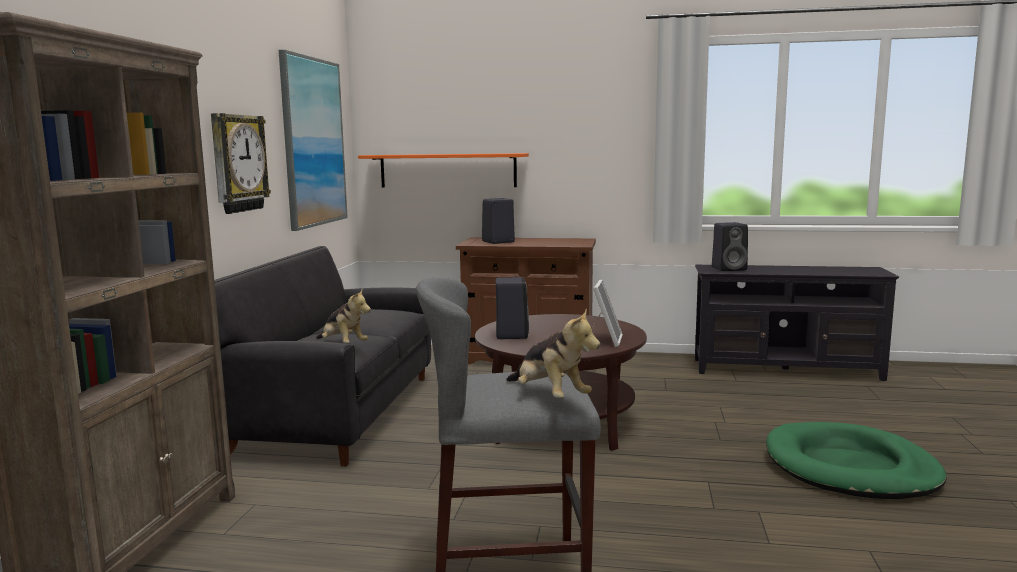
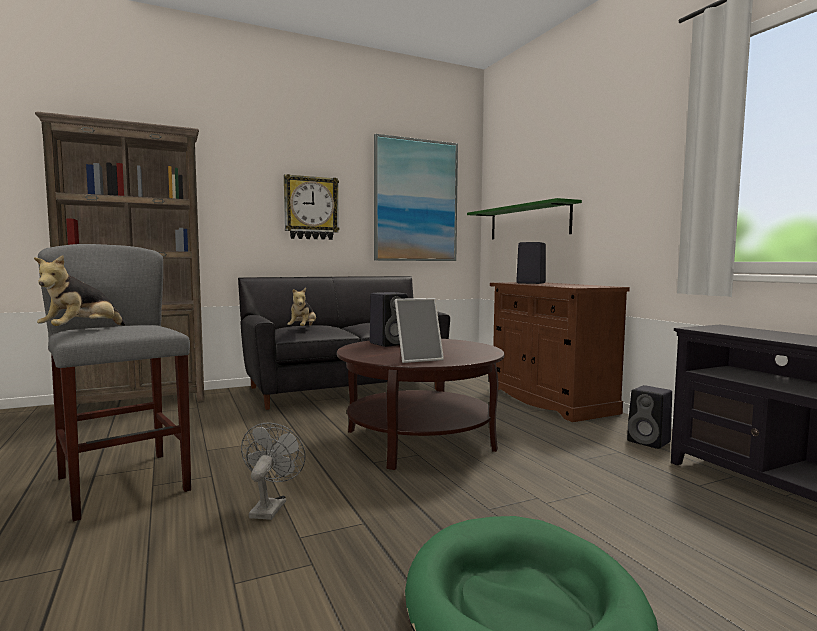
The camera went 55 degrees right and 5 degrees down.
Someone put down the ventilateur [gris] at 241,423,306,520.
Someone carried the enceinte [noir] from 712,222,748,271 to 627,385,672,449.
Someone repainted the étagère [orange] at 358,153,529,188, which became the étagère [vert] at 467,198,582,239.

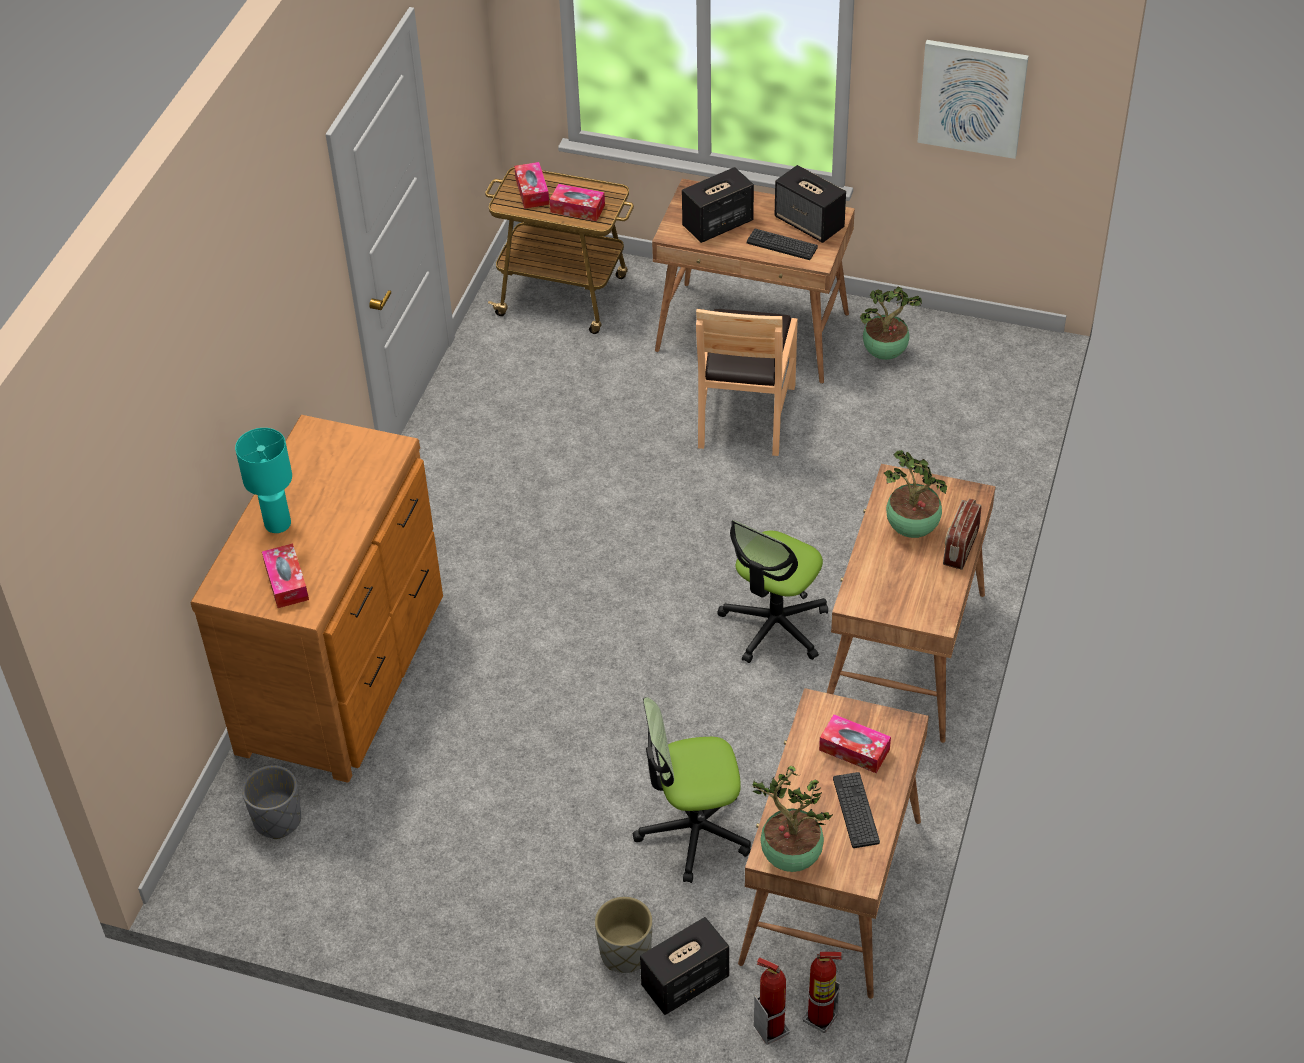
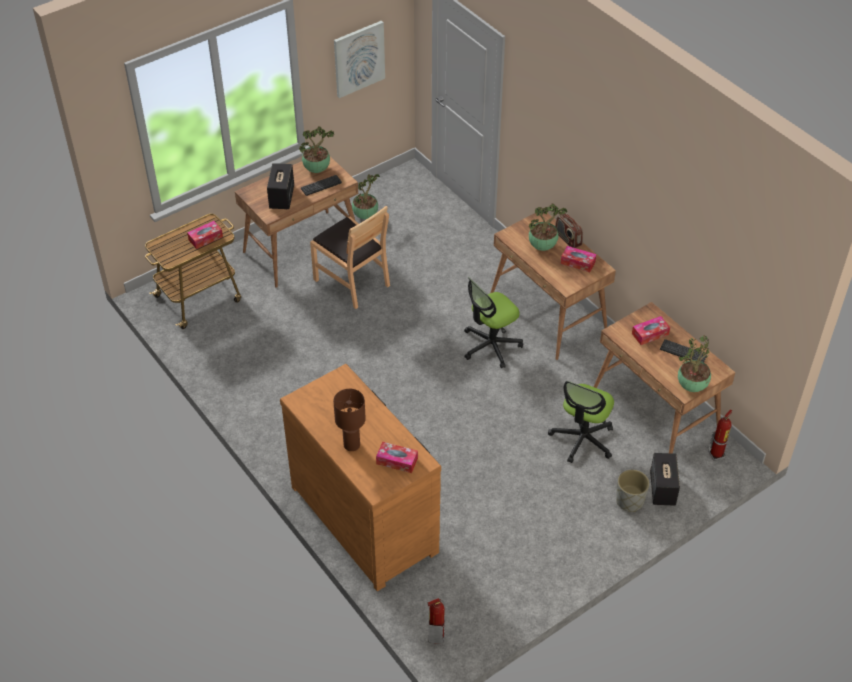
The camera went 55 degrees left and 0 degrees up.
Someone took away the cache-pot [gris] at 242,765,301,839.
Someone carried the boîte à mouchoirs from 514,162,549,209 to 561,246,596,272.
Someone carried the extincteur from 754,957,790,1045 to 427,598,445,644.
Someone swapped the enceinte at 775,165,846,243 for the plante en pot at 299,126,334,173.
Someone repainted the lampe de table [turquoise] at 235,428,292,533, which became the lampe de table [marron] at 333,389,366,451.
Someone rotated the chaise de bureau at 717,520,828,663 by 75 degrees clockwise.

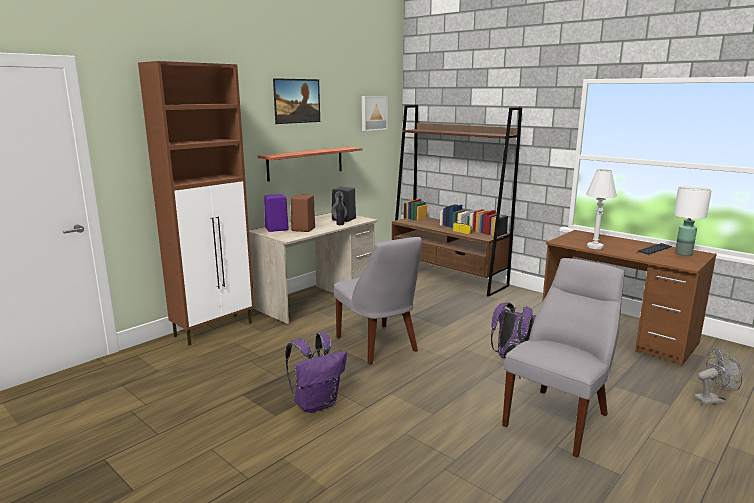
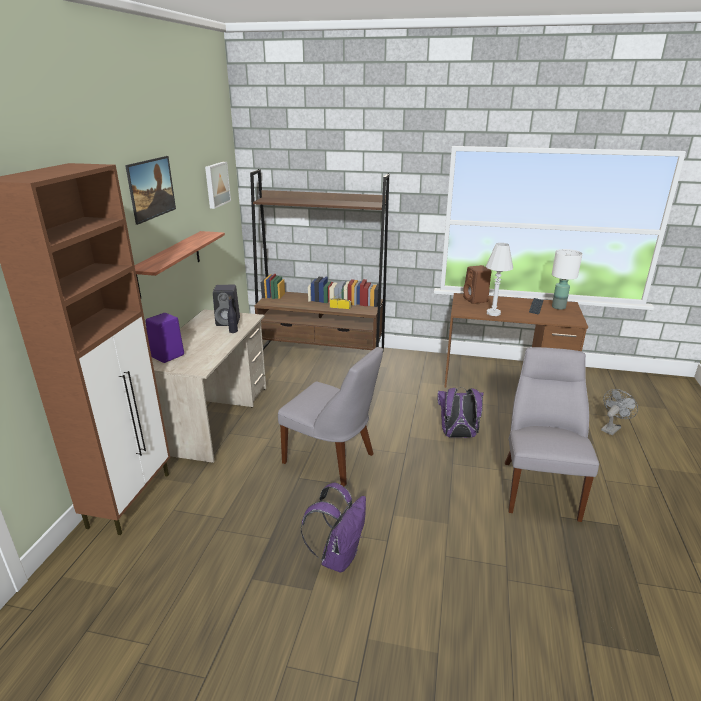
The camera went 30 degrees left and 10 degrees up.
Someone carried the enceinte [marron] from 290,194,315,232 to 463,265,491,304.

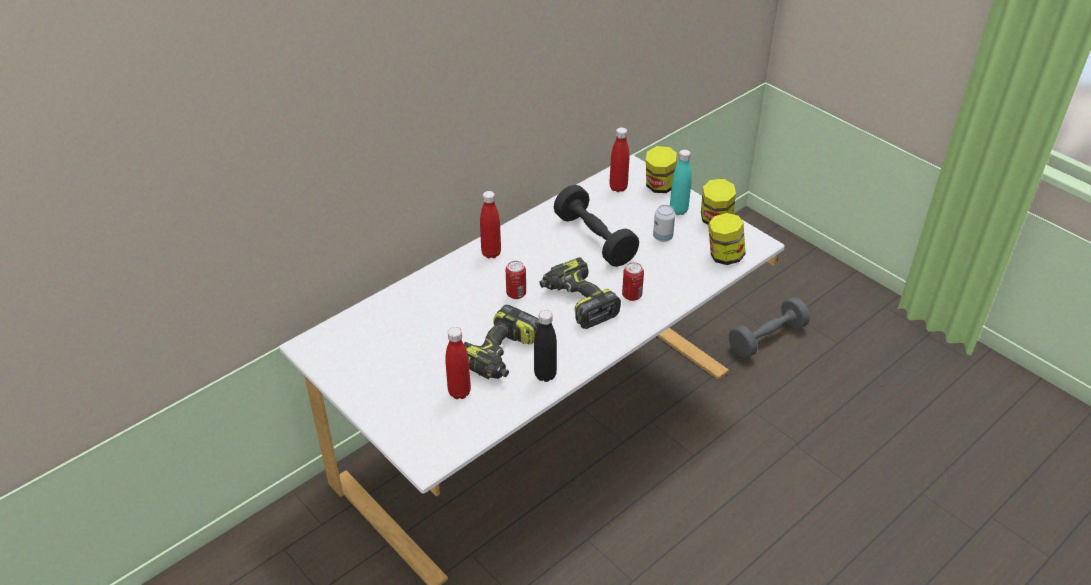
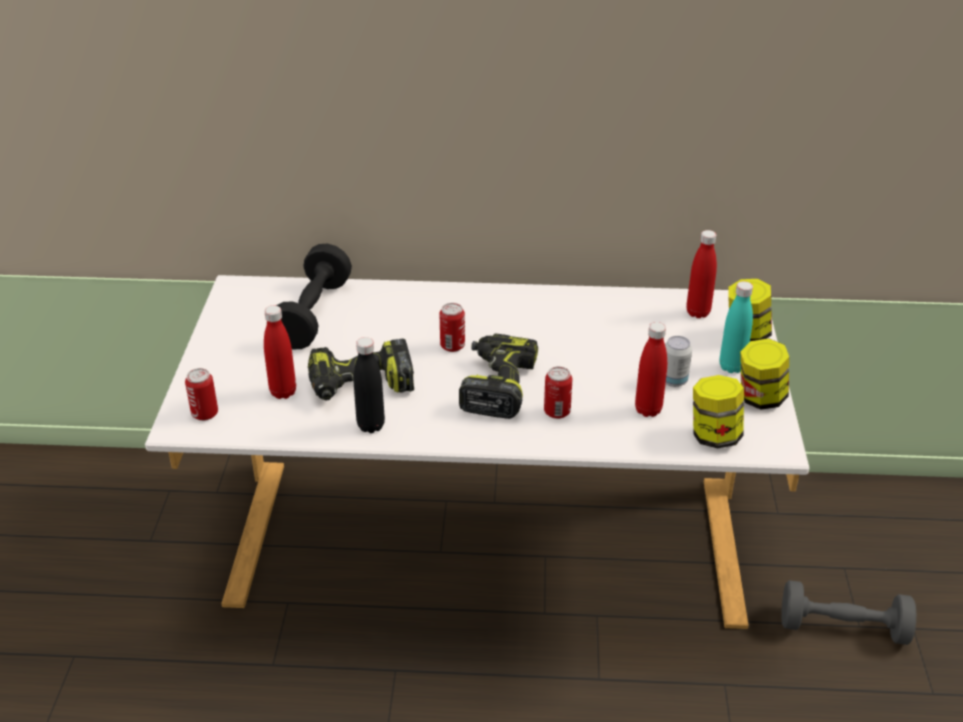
The camera went 45 degrees right and 5 degrees down.
Someone put down the boîte métallique at 185,368,218,421.
Someone carried the bouteille [rouge] from 480,191,501,258 to 635,322,667,417.
Someone carried the haltère [noir] from 554,185,639,267 to 276,244,352,349.

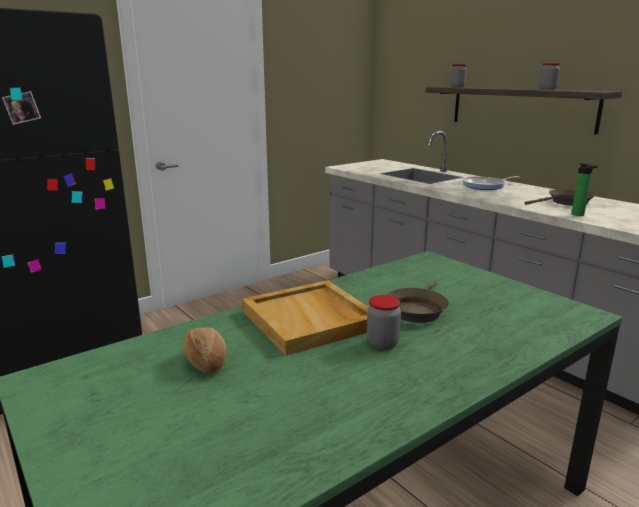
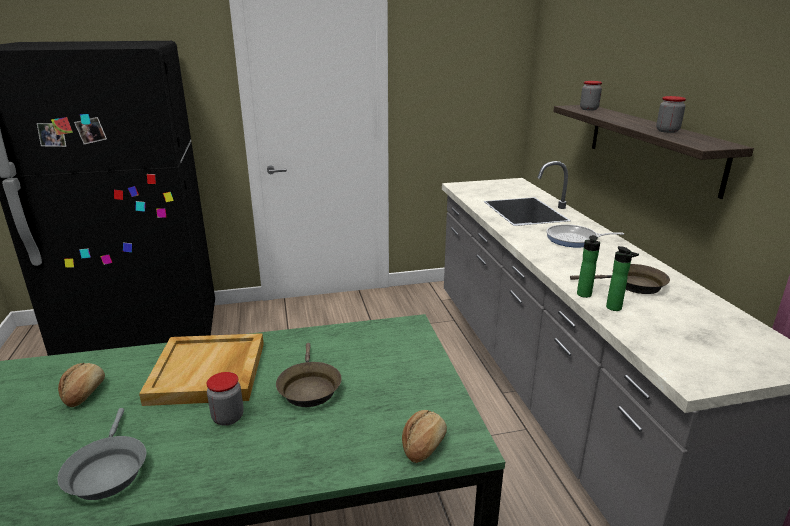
The camera went 25 degrees right and 5 degrees up.
Someone put down the poêle [gris] at 57,408,146,500.
Someone put down the pain at 402,410,447,463.
Someone put down the bouteille at 577,235,600,298.
Someone rotated the poêle [marron] at 387,280,449,323 by 60 degrees counterclockwise.

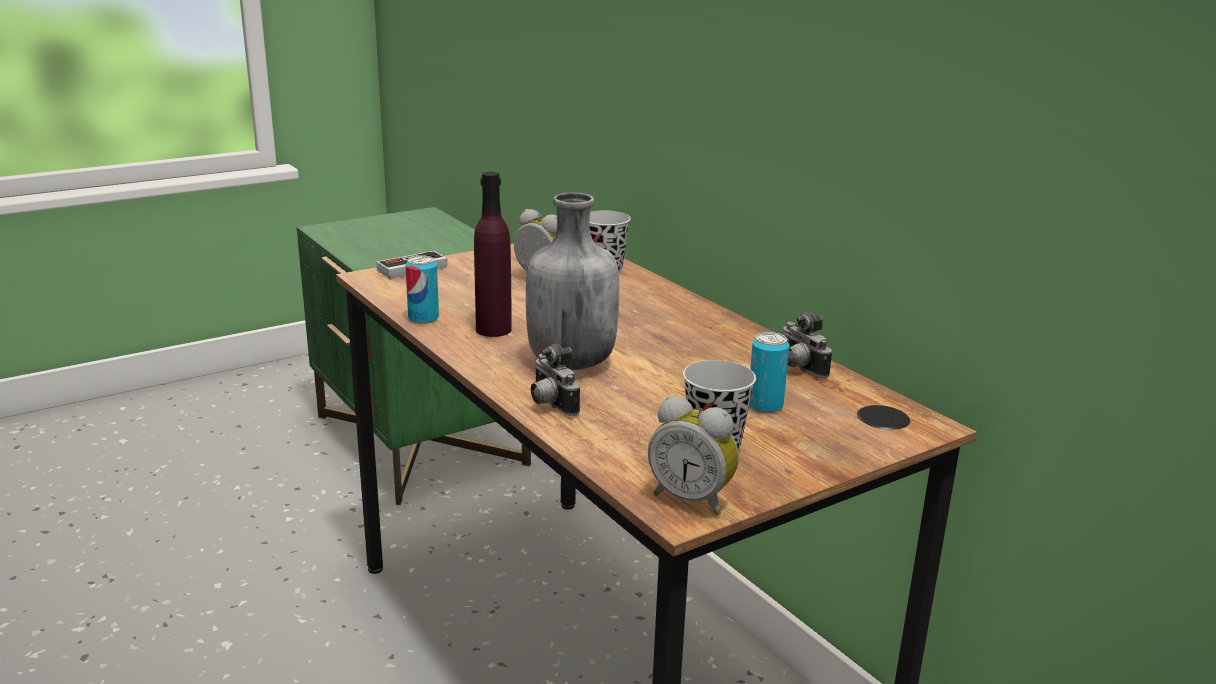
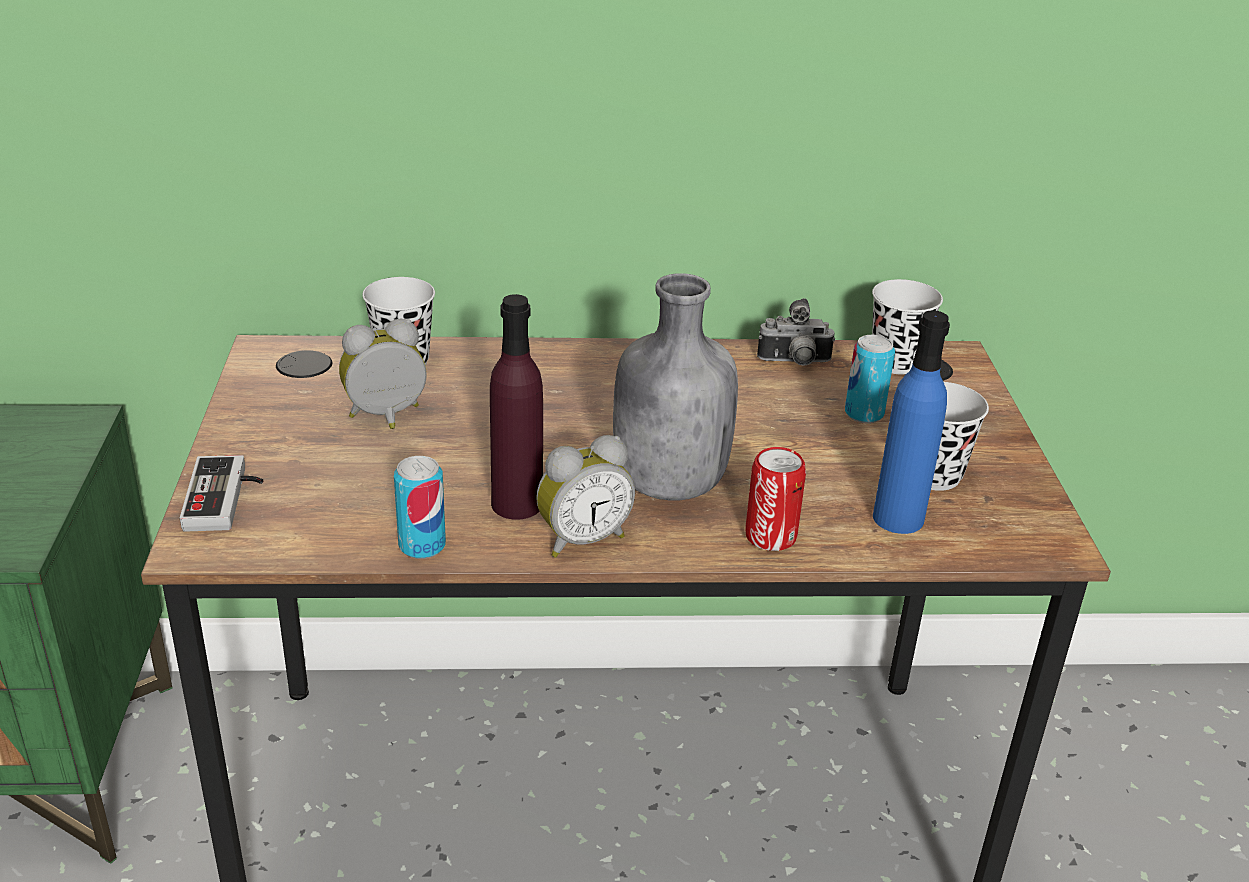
The camera went 60 degrees left and 10 degrees up.
Someone put down the tasse [noir] at 872,279,943,374.
Someone put down the bouteille [bleu] at 873,310,950,534.
Someone carried the réveil from 648,396,739,516 to 536,435,635,558.
Someone swapped the appareil photo at 531,344,580,416 for the boîte métallique at 745,447,806,551.

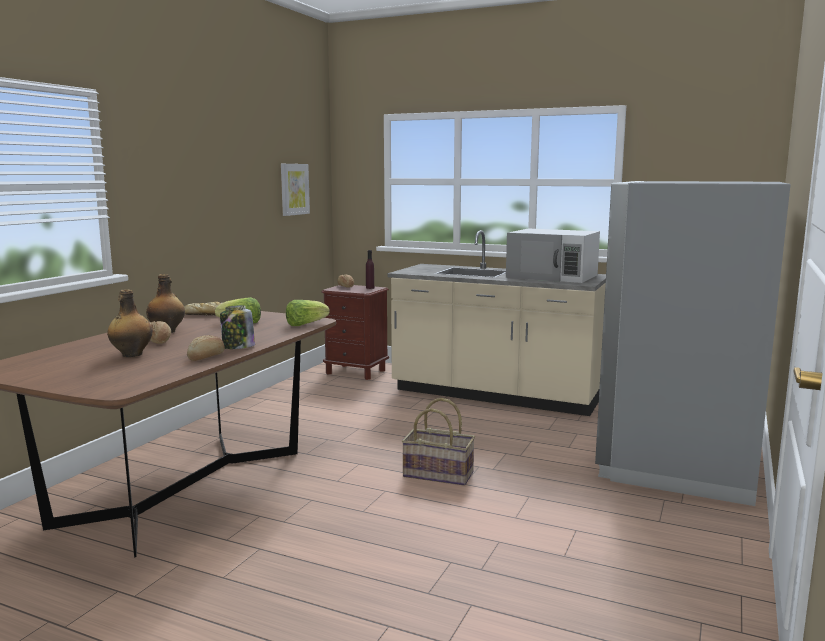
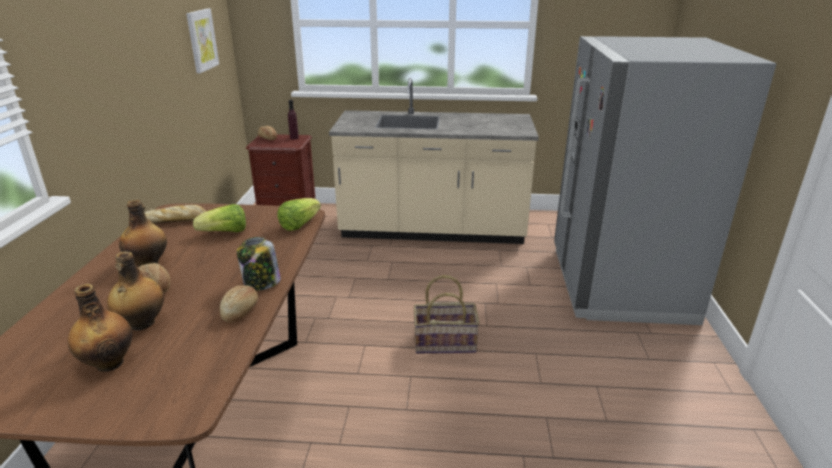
The camera went 20 degrees left and 15 degrees up.
Someone took away the micro-ondes [blanc] at 506,228,600,283.
Someone put down the bouteille at 68,284,132,372.

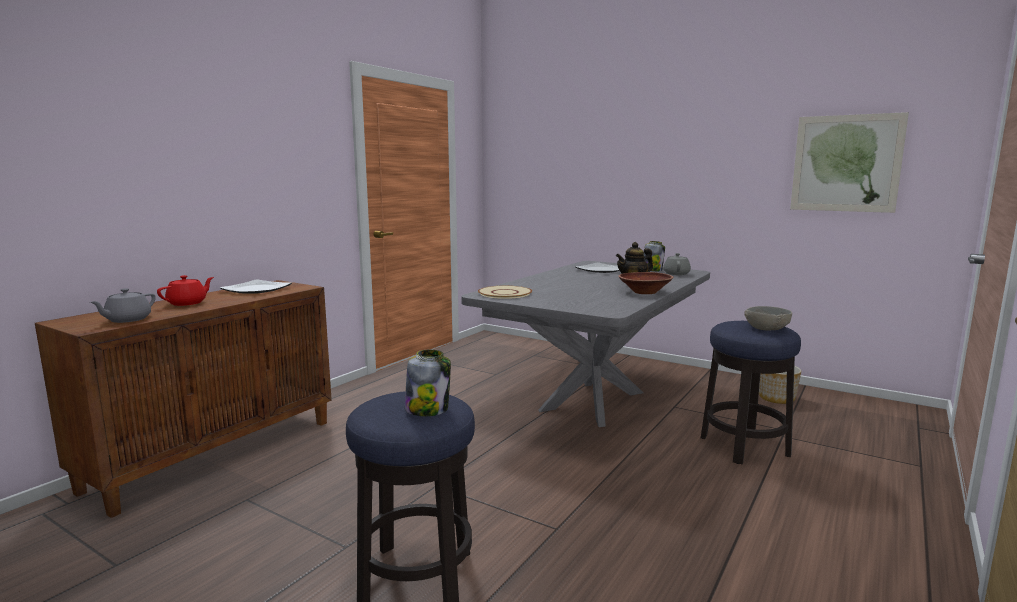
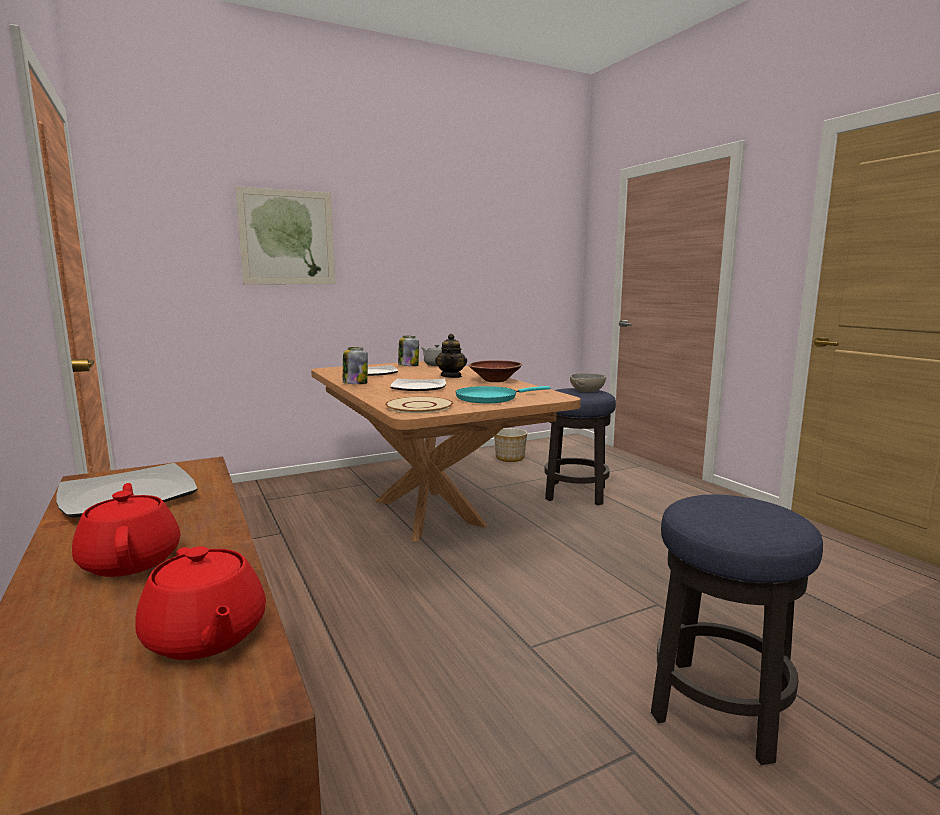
The camera went 60 degrees left and 0 degrees up.
Someone put down the assiette at 390,378,446,391.
Someone put down the poêle [turquoise] at 455,386,550,403.
Someone carried the bocal from 405,350,451,416 to 343,347,368,384.
Someone carried the tableau from 790,112,909,213 to 235,186,335,285.
Someone repainted the théière [gris] at 90,288,156,323, which became the théière [rouge] at 136,546,266,660.
Someone repainted the table à manger [gris] at 461,261,710,427, which became the table à manger [marron] at 311,361,581,542.

